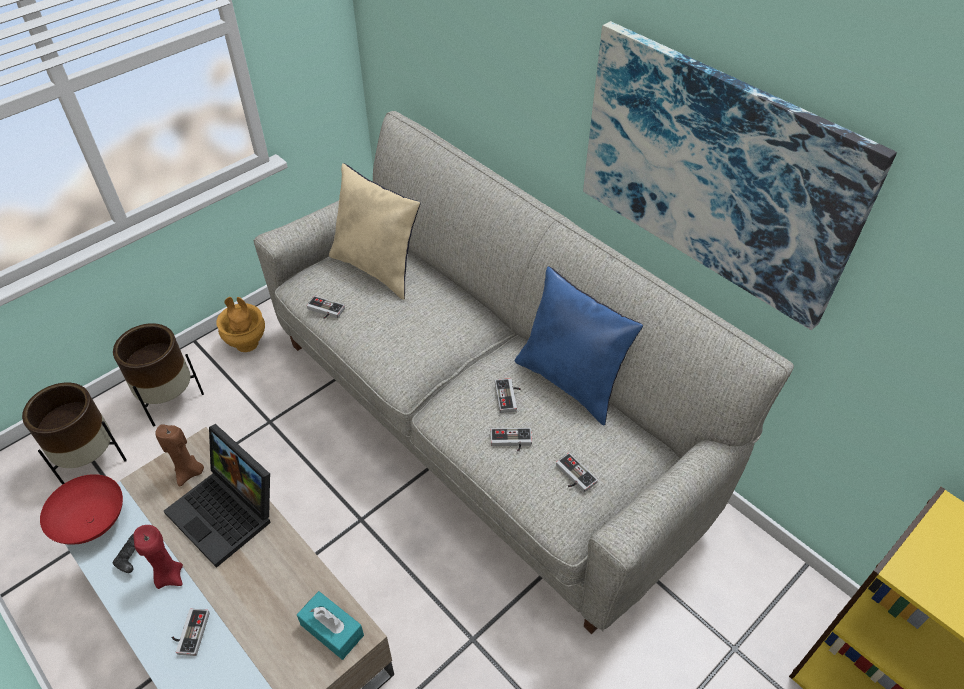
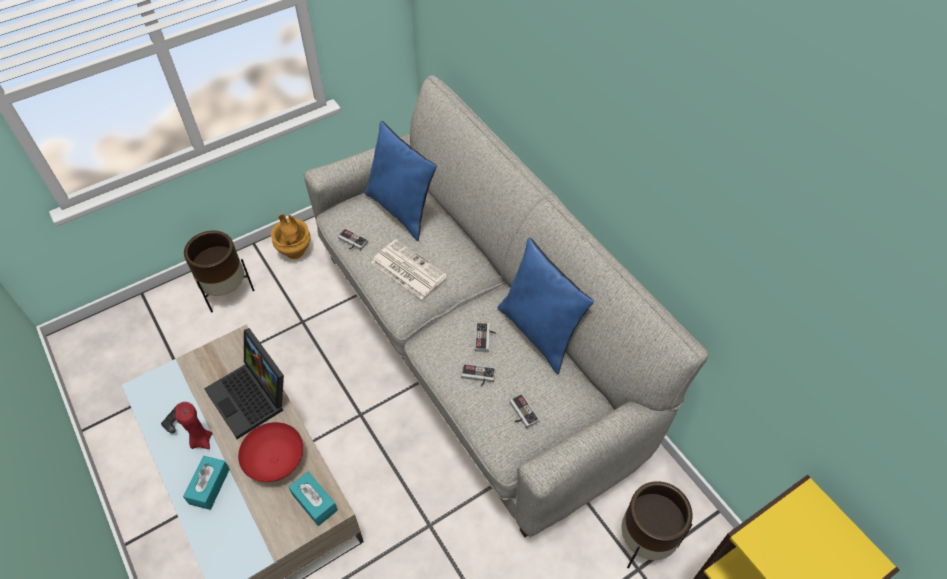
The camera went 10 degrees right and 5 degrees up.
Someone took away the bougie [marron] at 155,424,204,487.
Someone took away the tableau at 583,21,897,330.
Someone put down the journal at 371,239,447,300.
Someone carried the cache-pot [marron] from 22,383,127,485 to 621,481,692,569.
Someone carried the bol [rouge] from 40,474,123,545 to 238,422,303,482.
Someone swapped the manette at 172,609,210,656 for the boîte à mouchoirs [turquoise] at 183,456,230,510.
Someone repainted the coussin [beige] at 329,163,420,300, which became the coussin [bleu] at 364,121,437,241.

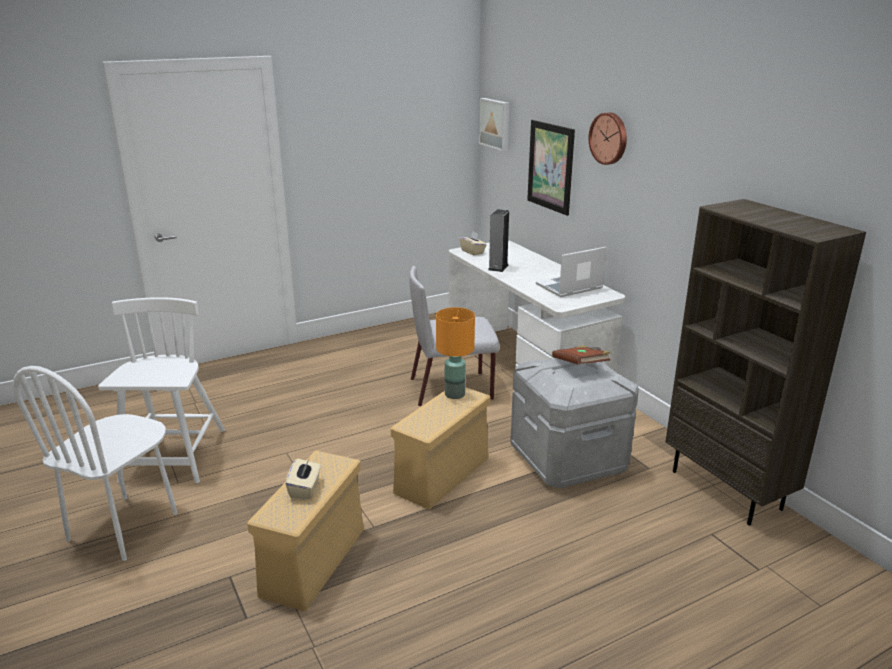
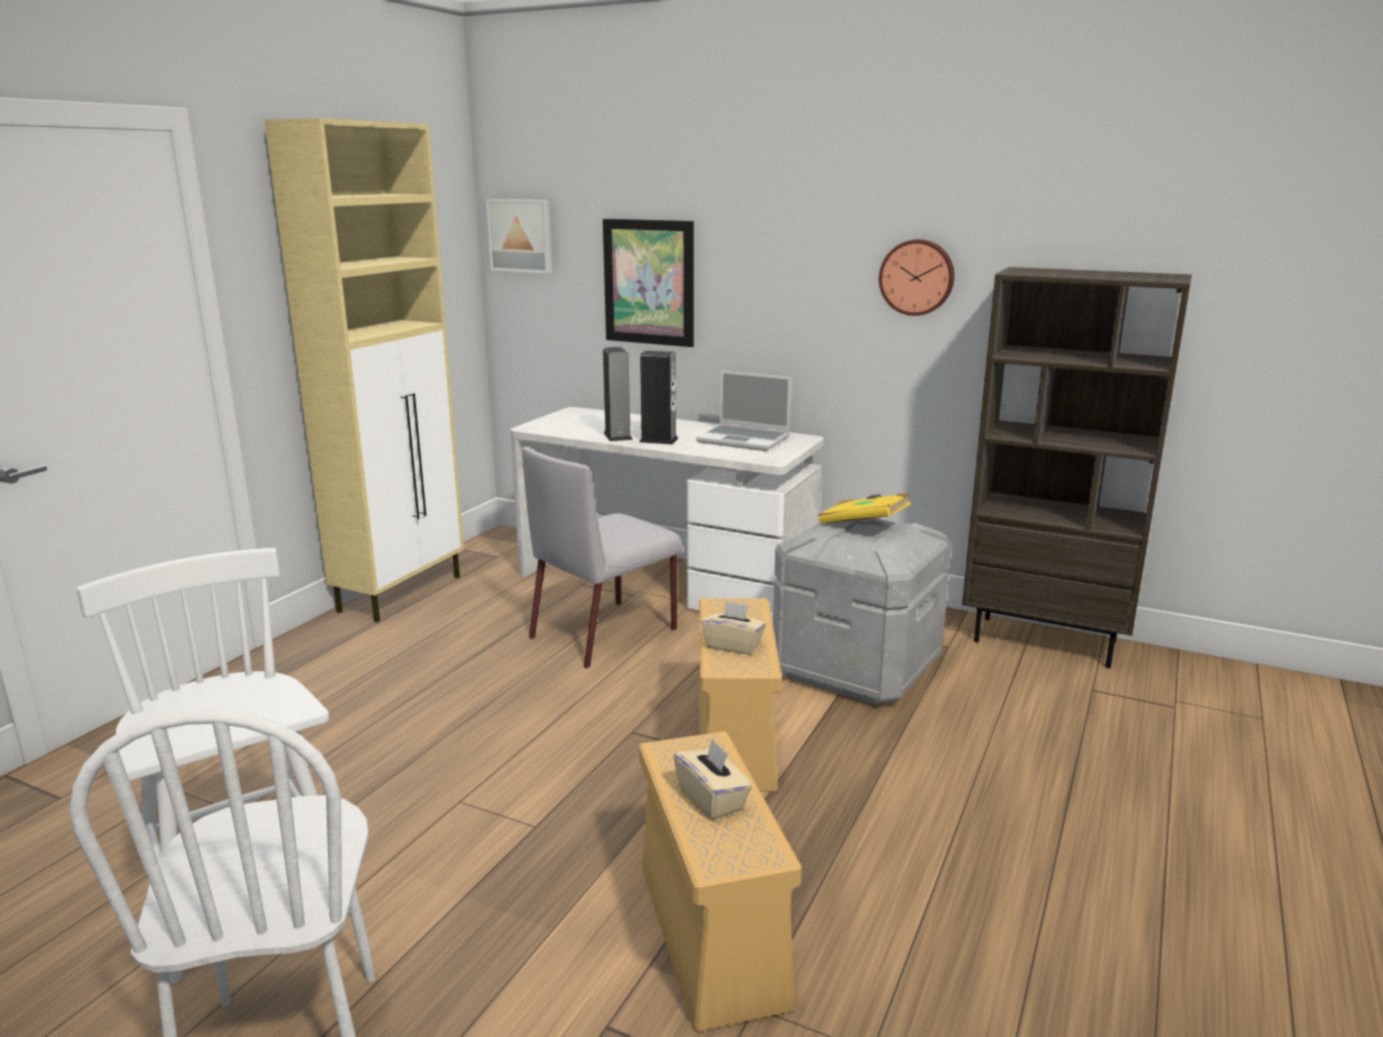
The camera went 35 degrees left and 5 degrees down.
Someone took away the lampe de table [orange] at 436,307,475,399.
Someone put down the meuble de rangement [beige] at 264,118,464,622.
Someone put down the enceinte at 639,351,679,444.
Someone carried the boîte à mouchoirs [beige] from 459,232,487,255 to 701,601,766,655.
Someone carried the horloge murale from 589,112,627,165 to 879,239,955,316.
Someone repainted the livre [marron] at 552,345,610,365, which became the livre [jaune] at 818,492,911,524.
Someone rotated the ordinateur portable at 536,247,606,297 by 90 degrees counterclockwise.

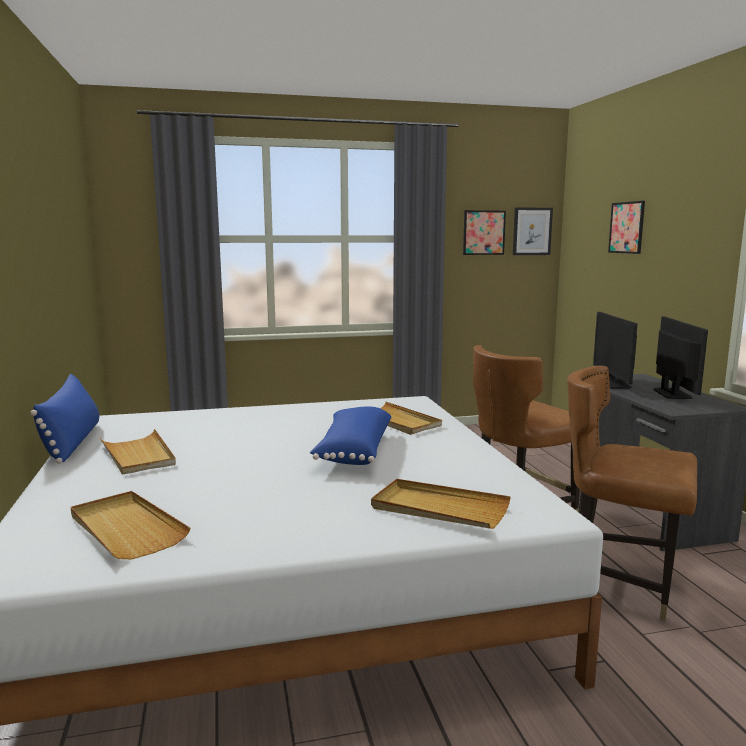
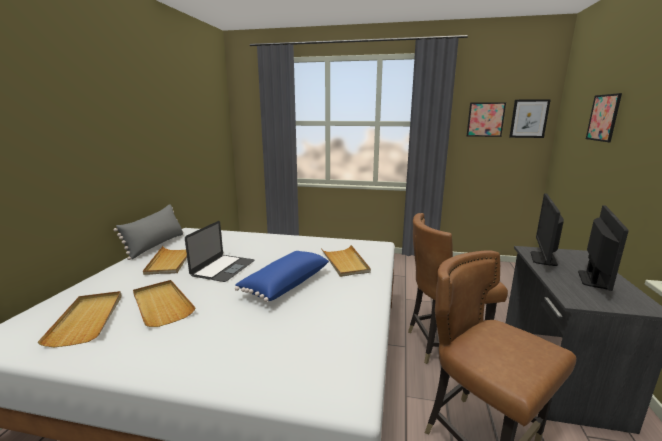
The camera went 25 degrees right and 5 degrees up.
Someone put down the ordinateur portable at 185,221,254,282.
Someone carried the plateau [beige] from 371,479,511,529 to 133,280,196,327.
Someone repainted the coussin [bleu] at 30,373,99,464, which became the coussin [gris] at 113,204,184,260.

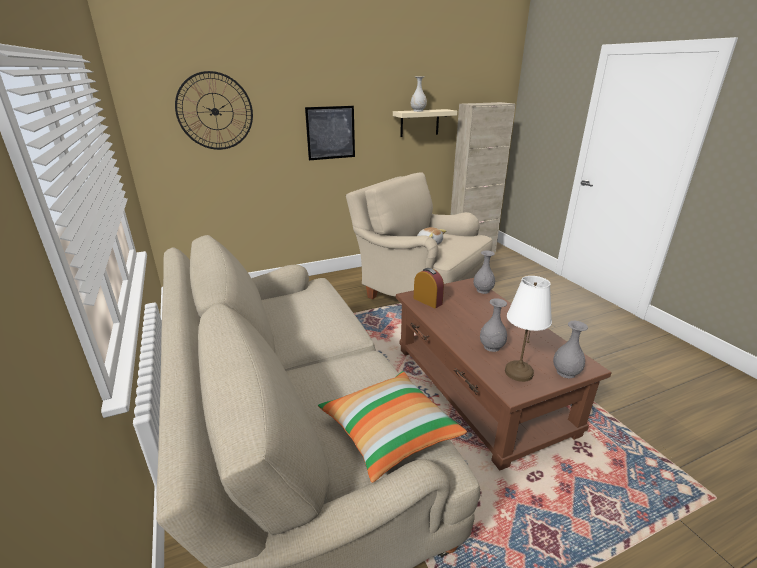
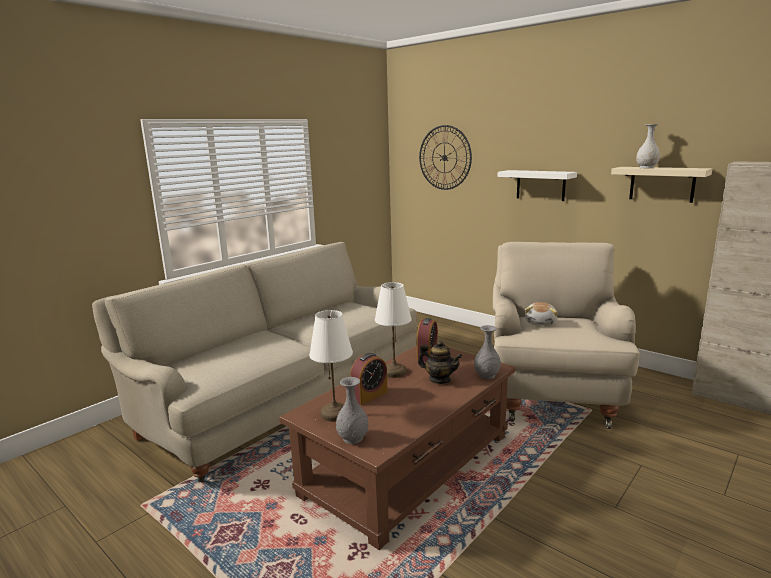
The camera went 65 degrees right and 10 degrees down.
Someone took away the coussin at 318,371,467,483.
Someone put down the lampe de table [blanc] at 375,282,411,378.
Someone put down the théière at 418,340,462,384.
Someone swapped the tableau at 305,106,355,160 for the étagère [blanc] at 498,170,577,201.
Someone swapped the vase [gris] at 480,298,507,352 for the réveil at 350,353,388,405.

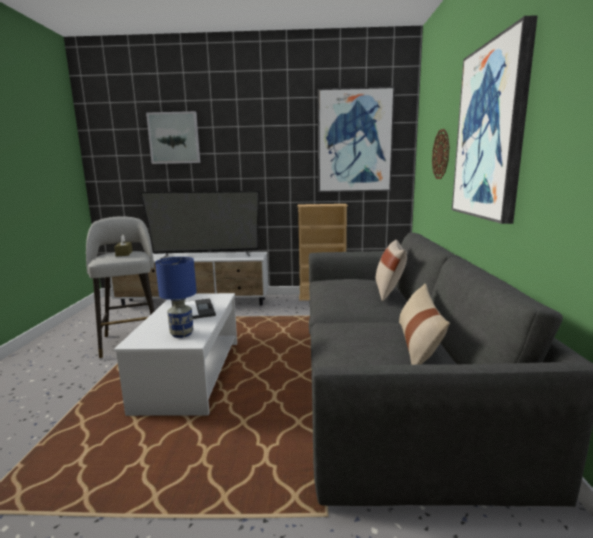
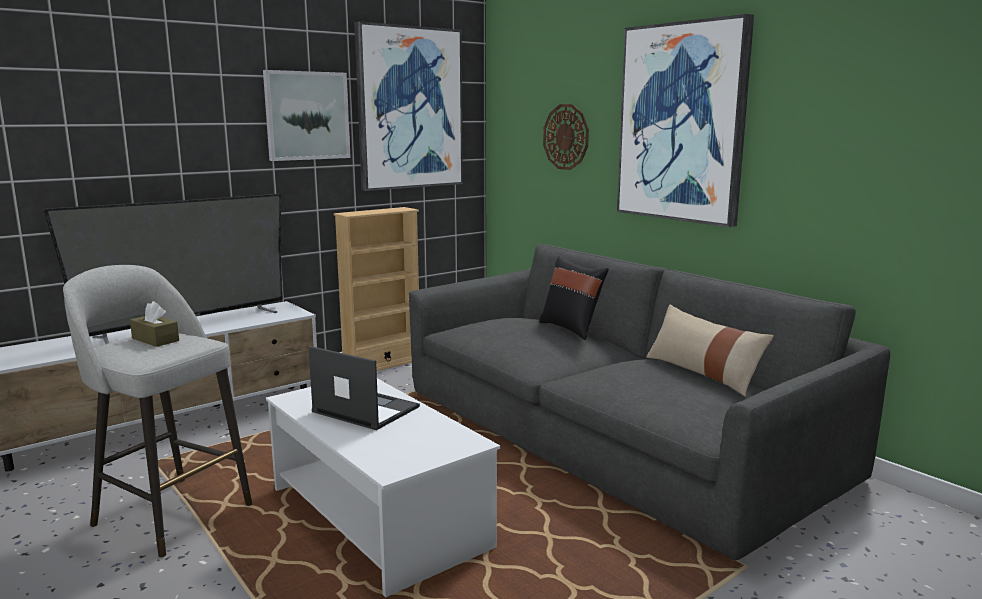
The camera went 40 degrees left and 0 degrees up.
Someone took away the lampe de table [bleu] at 155,257,197,338.
Someone carried the tableau from 146,111,200,164 to 263,70,351,161.
Someone repainted the coussin [beige] at 376,240,407,302, which became the coussin [noir] at 539,256,609,340.

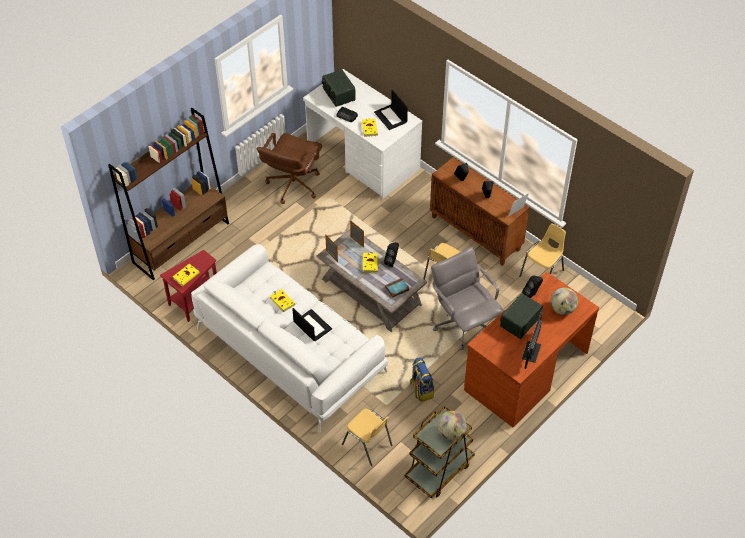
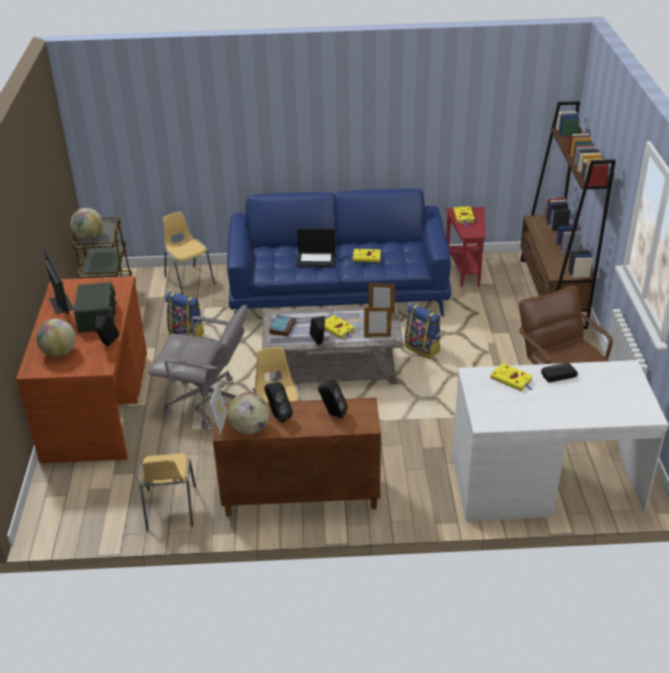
The camera went 135 degrees right and 15 degrees down.
Someone took away the radio at 322,69,356,107.
Someone took away the ordinateur portable at 374,90,408,130.
Someone put down the globe at 228,392,270,434.
Someone put down the sac à dos at 405,303,441,359.
Someone repainted the canapé [blanc] at 191,244,388,432, which became the canapé [bleu] at 227,189,451,317.
Someone rotated the chaise [jaune] at 342,409,393,467 by 60 degrees clockwise.

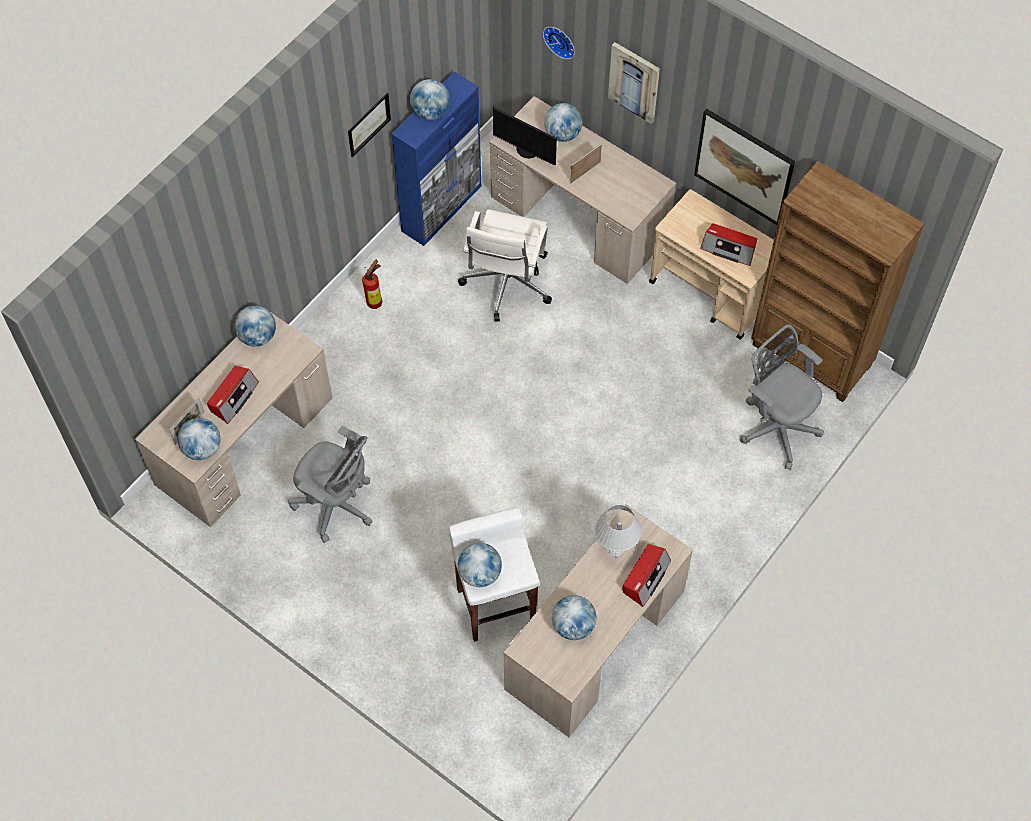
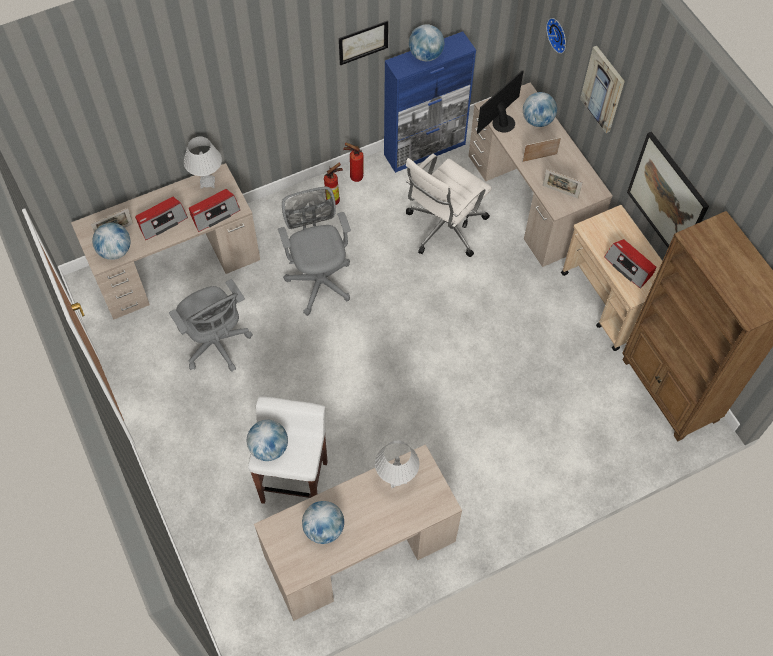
The camera went 25 degrees right and 0 degrees up.
Someone put down the extincteur at 343,143,364,182.
Someone put down the cadre photo at 543,169,583,198.
Someone carried the radio from 622,544,671,607 to 189,189,240,232.
Someone carried the chaise de bureau [gris] from 740,324,824,470 to 278,187,351,316.
Someone swapped the globe at 235,306,276,347 for the lampe de table [blanc] at 183,136,222,189.
Someone rotated the écran d'ordinateur at 493,107,557,165 by 75 degrees clockwise.

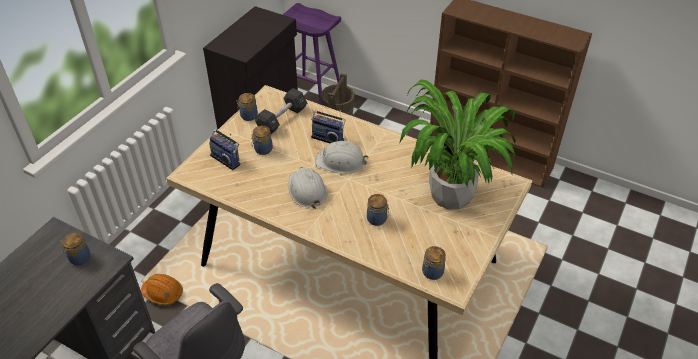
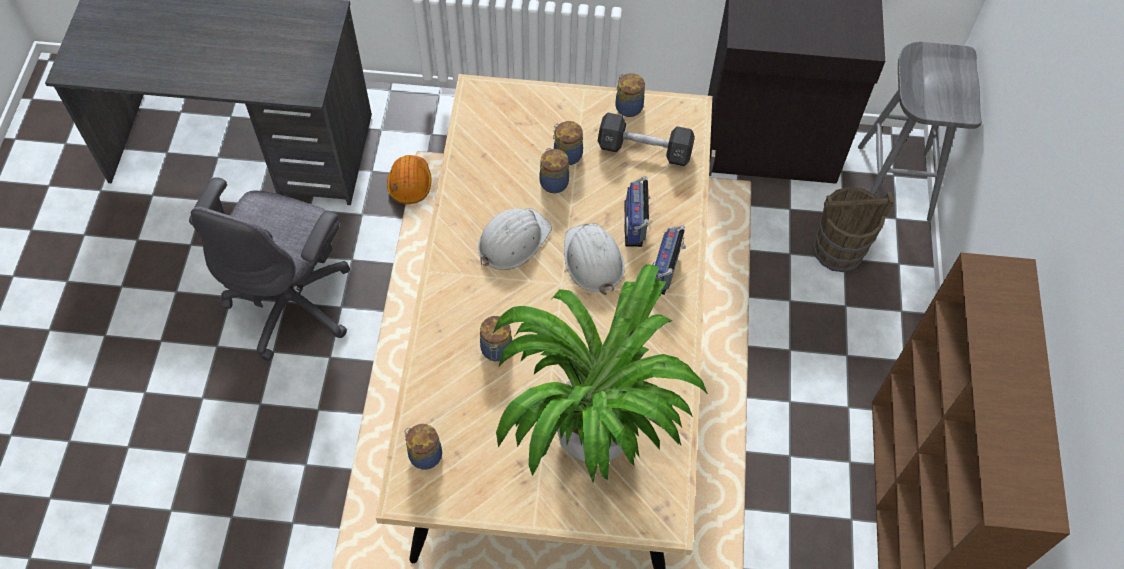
The camera went 65 degrees right and 15 degrees up.
Someone carried the bocal from 60,233,90,266 to 539,148,569,193.
Someone carried the radio from 209,129,240,170 to 653,225,686,295.
Someone repainted the tabouret [violet] at 282,3,341,105, which became the tabouret [gris] at 858,42,982,222.

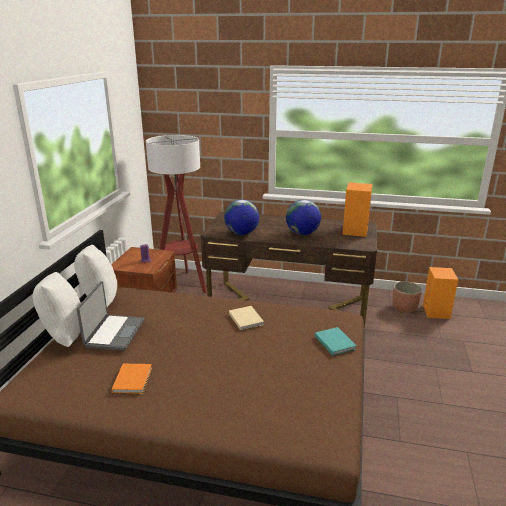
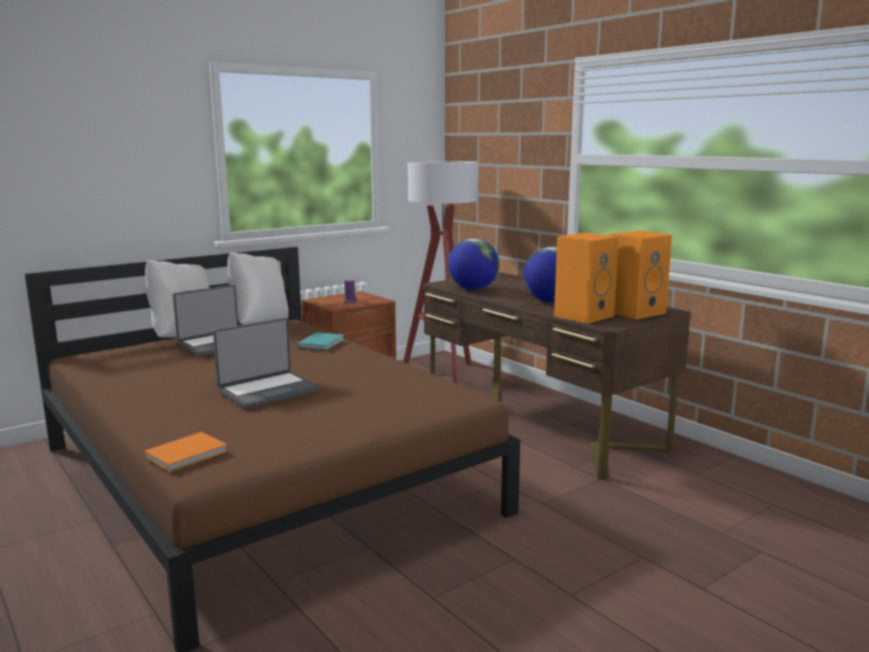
The camera went 40 degrees right and 10 degrees down.
Someone took away the livre [beige] at 229,306,264,330.
Someone took away the cache-pot at 392,281,422,313.
Someone put down the ordinateur portable at 213,318,319,409.
Someone carried the livre [orange] from 112,364,152,394 to 144,432,228,472.
Someone carried the livre [turquoise] from 315,327,357,356 to 298,333,344,351.
Someone carried the enceinte [orange] from 423,267,458,319 to 554,233,619,324.

